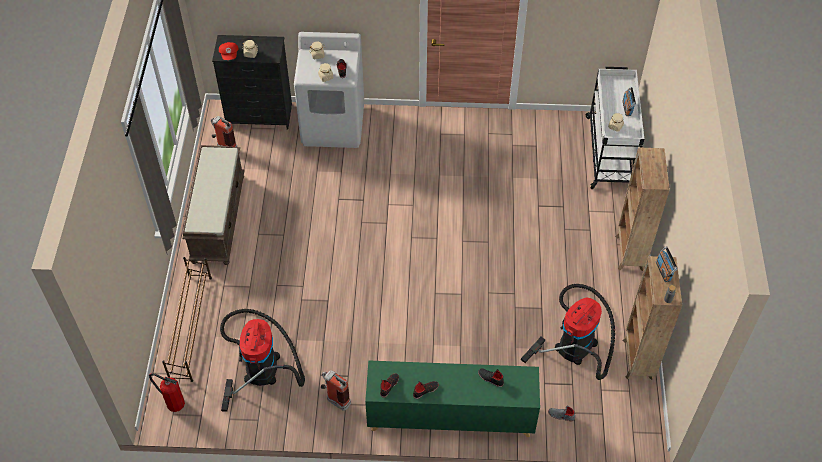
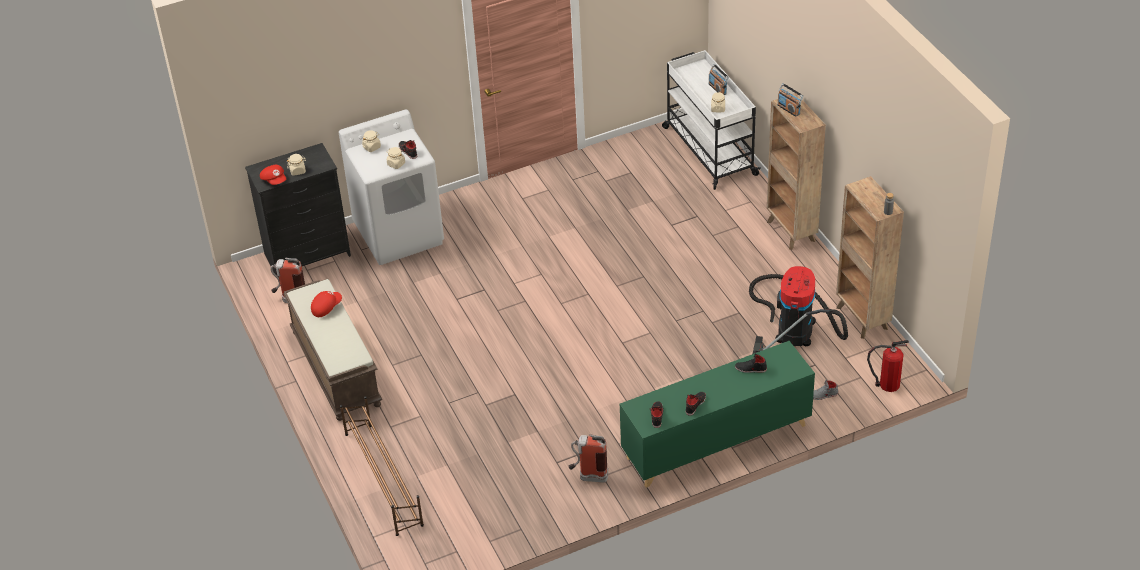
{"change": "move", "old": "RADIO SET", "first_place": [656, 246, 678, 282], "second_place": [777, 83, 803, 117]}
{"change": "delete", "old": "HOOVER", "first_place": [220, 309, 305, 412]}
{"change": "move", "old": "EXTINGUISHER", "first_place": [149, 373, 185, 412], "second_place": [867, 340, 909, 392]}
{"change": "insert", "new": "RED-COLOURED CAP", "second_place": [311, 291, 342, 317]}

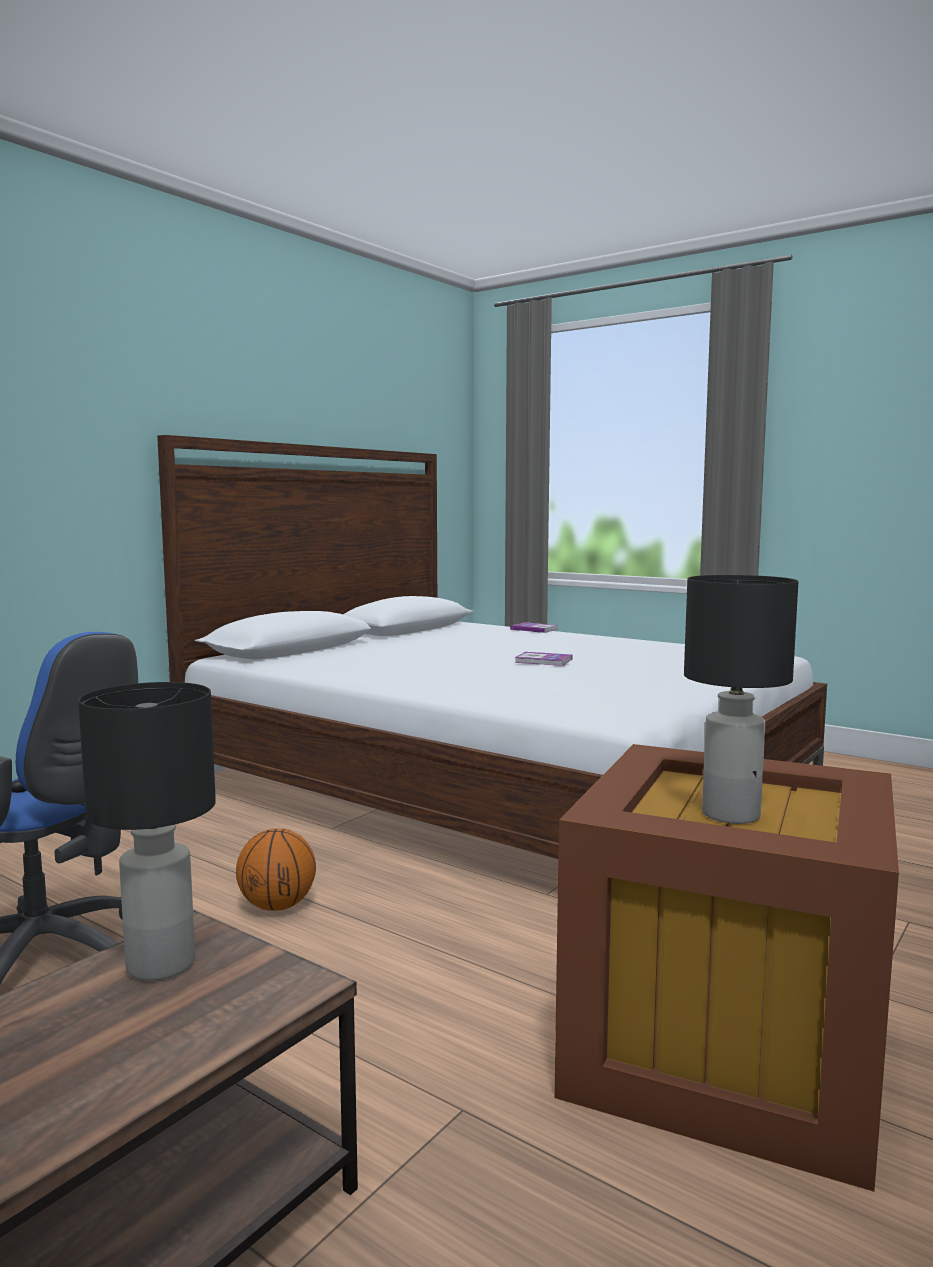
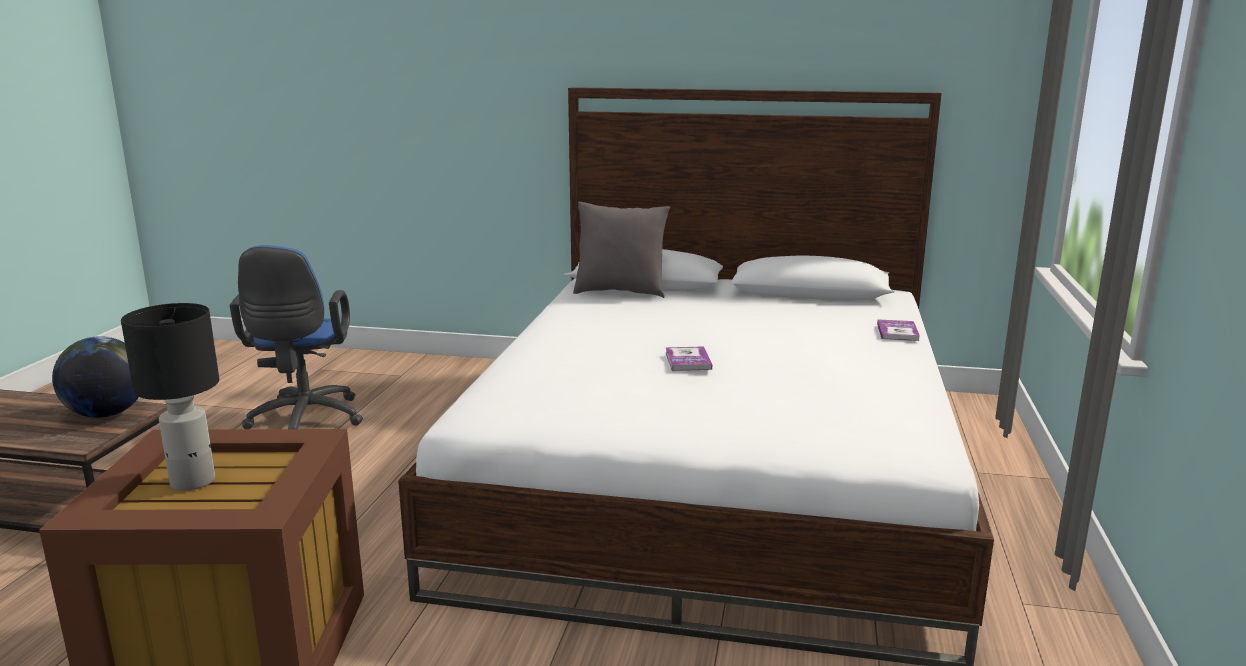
{"change": "replace", "old": "BLACK-COLOURED TABLE LAMP", "new": "GLOBE", "first_place": [78, 682, 216, 981], "second_place": [52, 336, 139, 418]}
{"change": "delete", "old": "BASKETBALL", "first_place": [236, 829, 316, 911]}
{"change": "insert", "new": "GREY CUSHION", "second_place": [573, 202, 670, 298]}

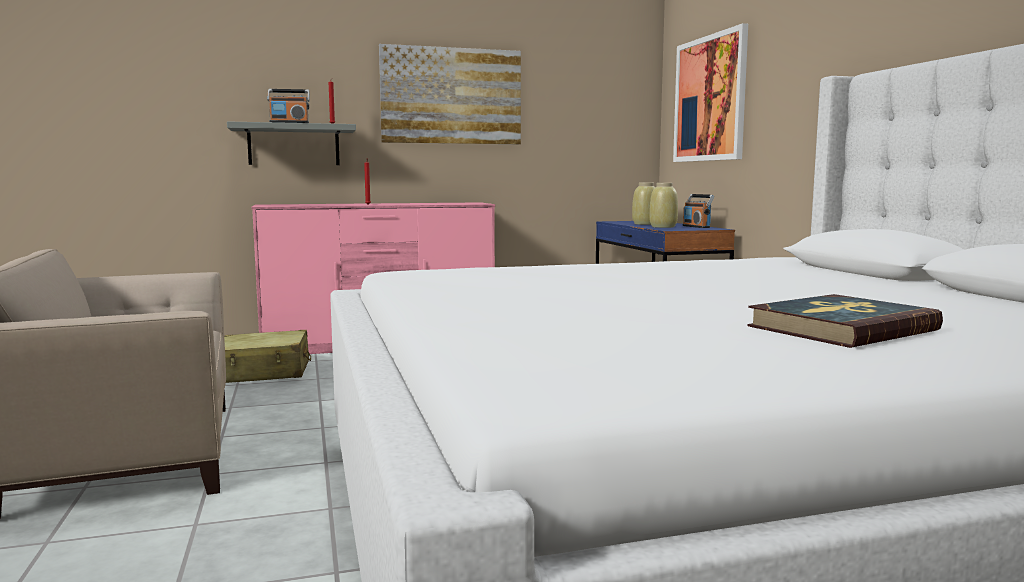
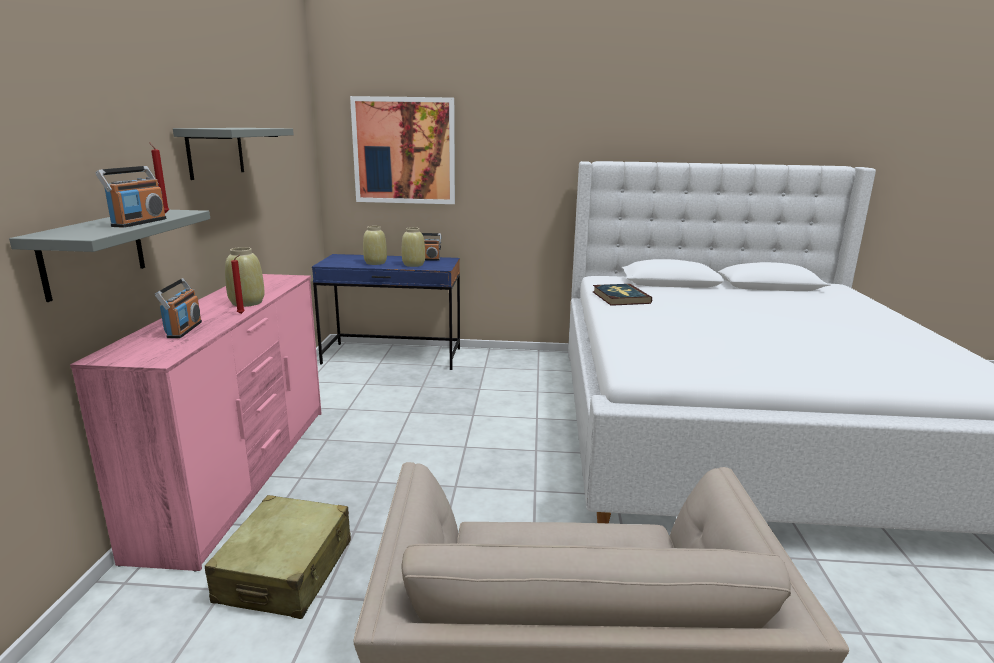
{"change": "replace", "old": "PICTURE", "new": "GREY BRACKET SHELF", "first_place": [379, 44, 521, 144], "second_place": [173, 128, 294, 180]}
{"change": "move", "old": "VOLUME", "first_place": [747, 294, 943, 348], "second_place": [593, 284, 652, 306]}
{"change": "insert", "new": "BEIGE-COLOURED VASE", "second_place": [225, 247, 265, 307]}
{"change": "insert", "new": "RADIO SET", "second_place": [155, 278, 202, 338]}

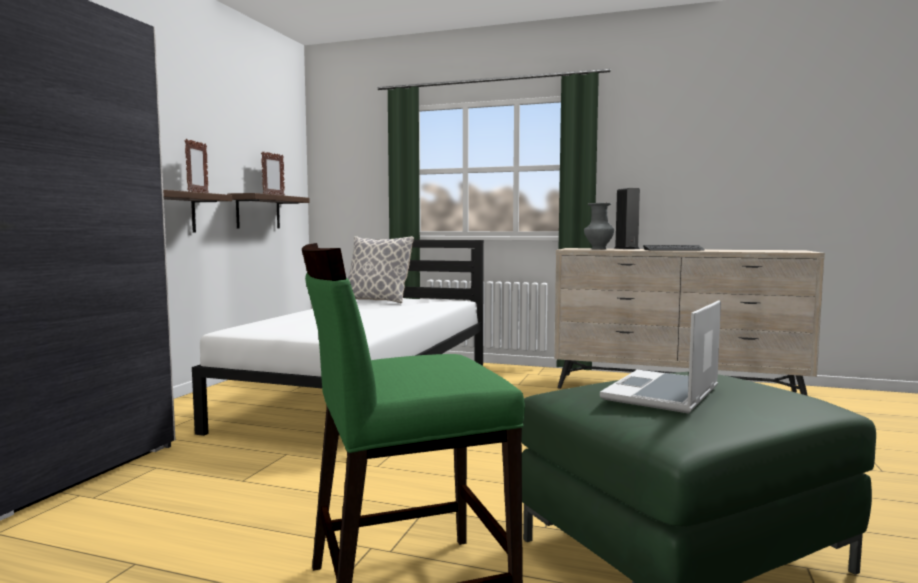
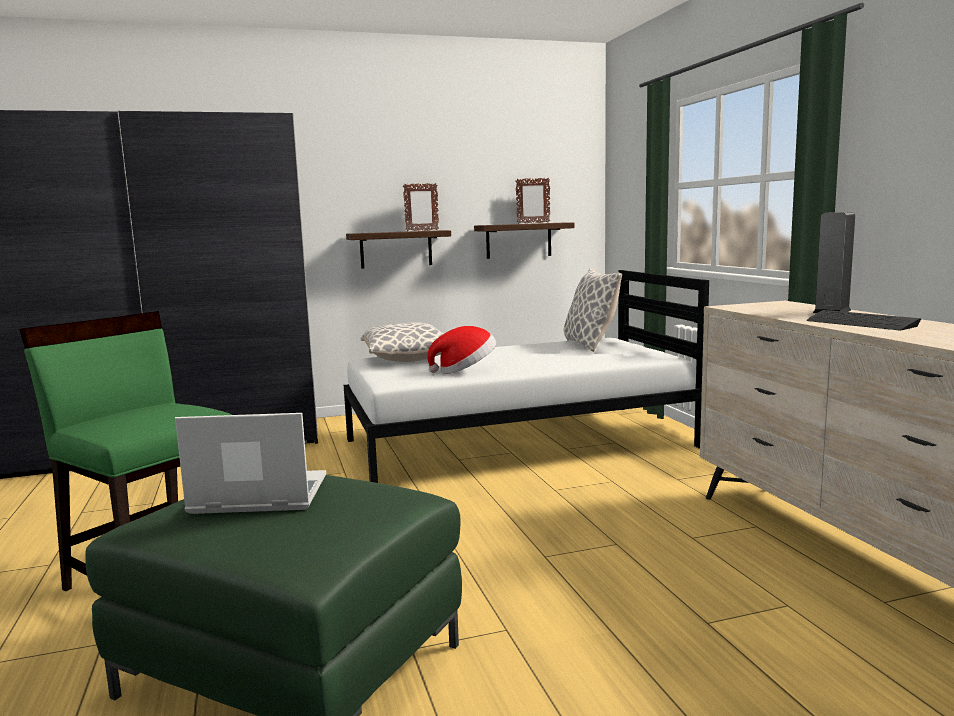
{"change": "delete", "old": "GREY VASE", "first_place": [584, 203, 614, 249]}
{"change": "insert", "new": "CUSHION", "second_place": [361, 322, 443, 362]}
{"change": "insert", "new": "CLOTHING HAT", "second_place": [427, 326, 496, 374]}

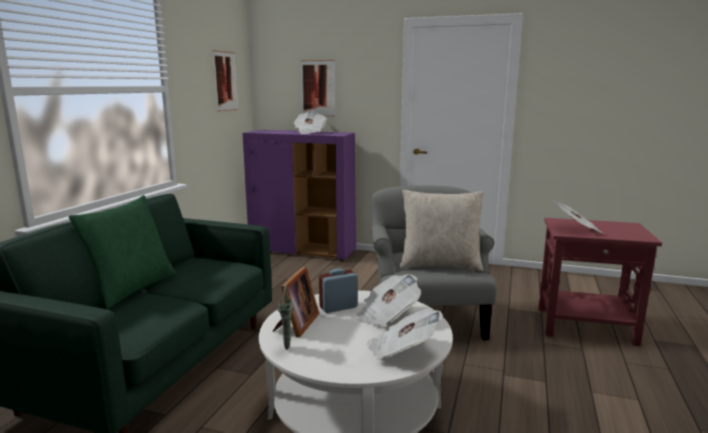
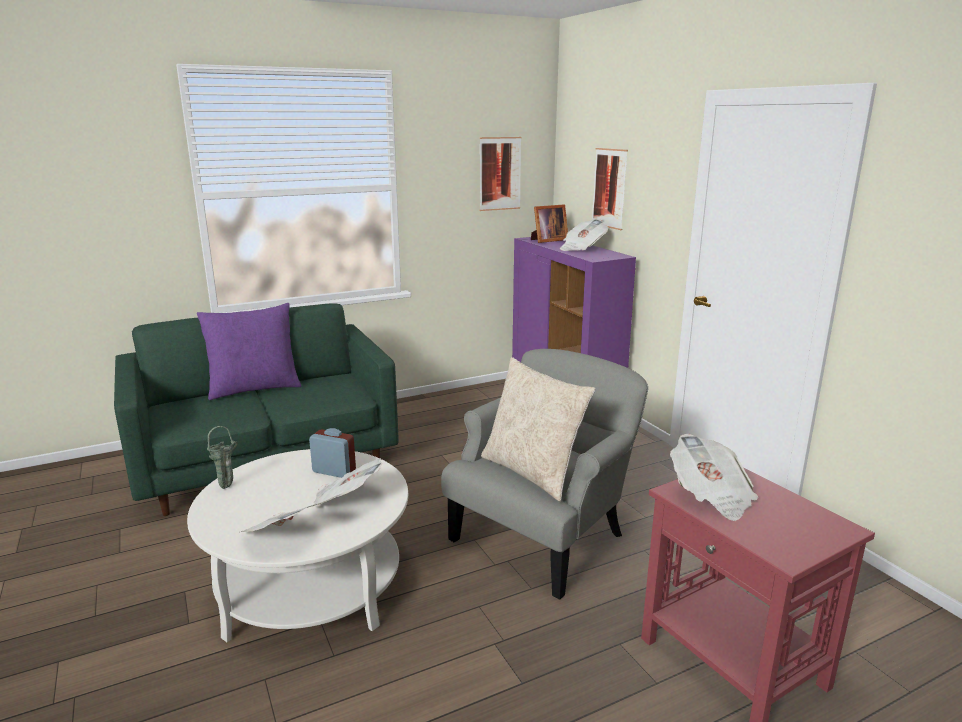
{"change": "recolor", "old": "GREENISH CUSHION", "new": "PURPLE CUSHION", "first_place": [69, 195, 177, 309], "second_place": [197, 303, 302, 400]}
{"change": "move", "old": "PICTURE FRAME", "first_place": [273, 267, 319, 338], "second_place": [531, 204, 568, 243]}

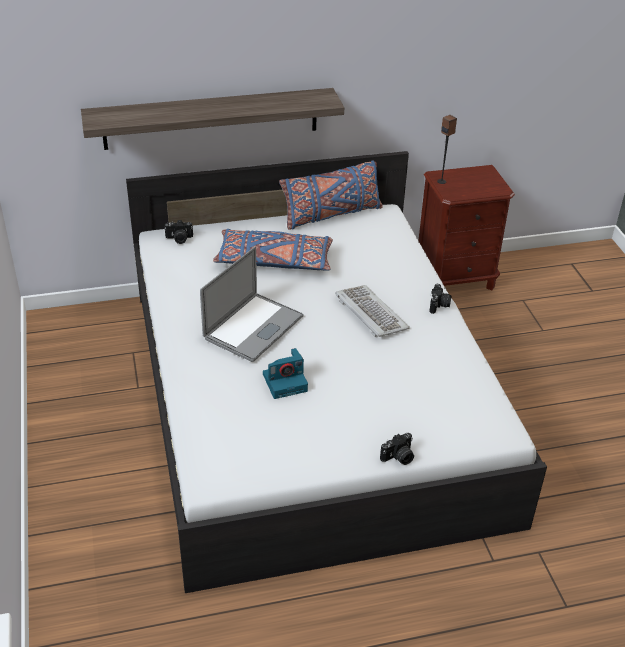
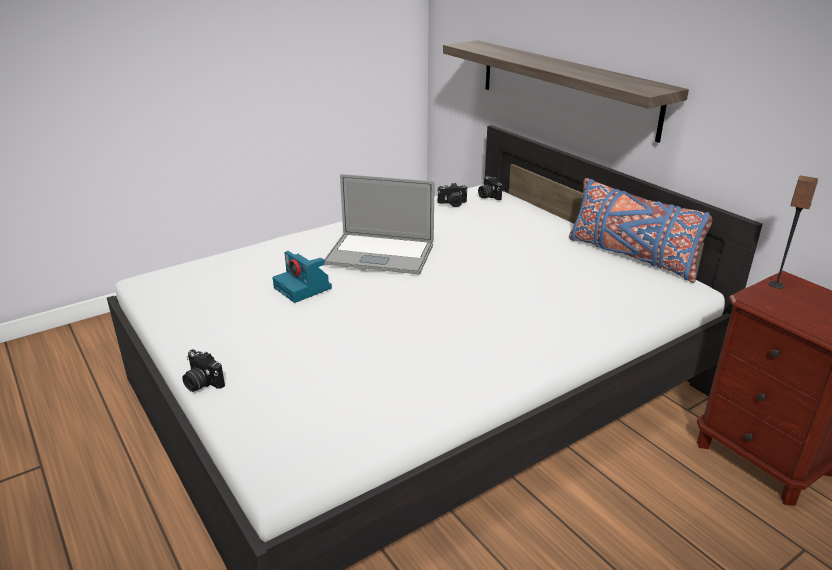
{"change": "delete", "old": "BLUISH CUSHION", "first_place": [213, 229, 333, 271]}
{"change": "move", "old": "PHOTO CAMERA", "first_place": [429, 284, 452, 314], "second_place": [438, 183, 468, 207]}
{"change": "delete", "old": "COMPUTER KEYBOARD", "first_place": [335, 285, 410, 337]}

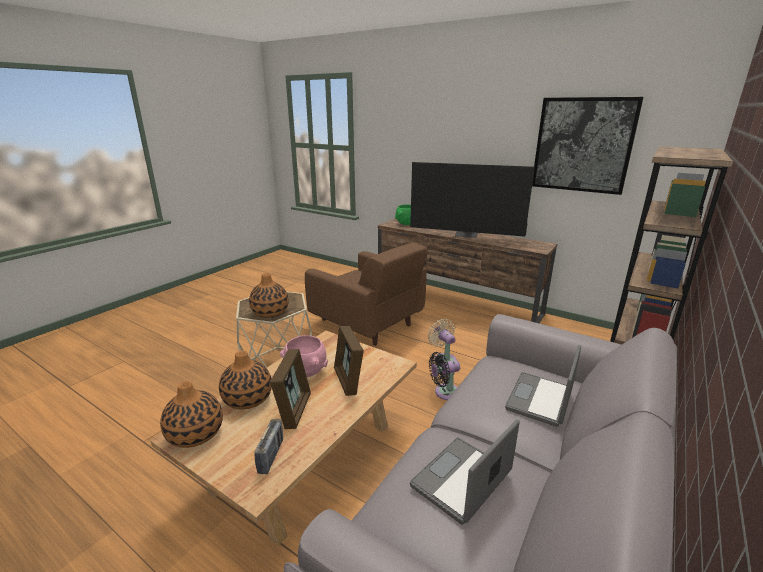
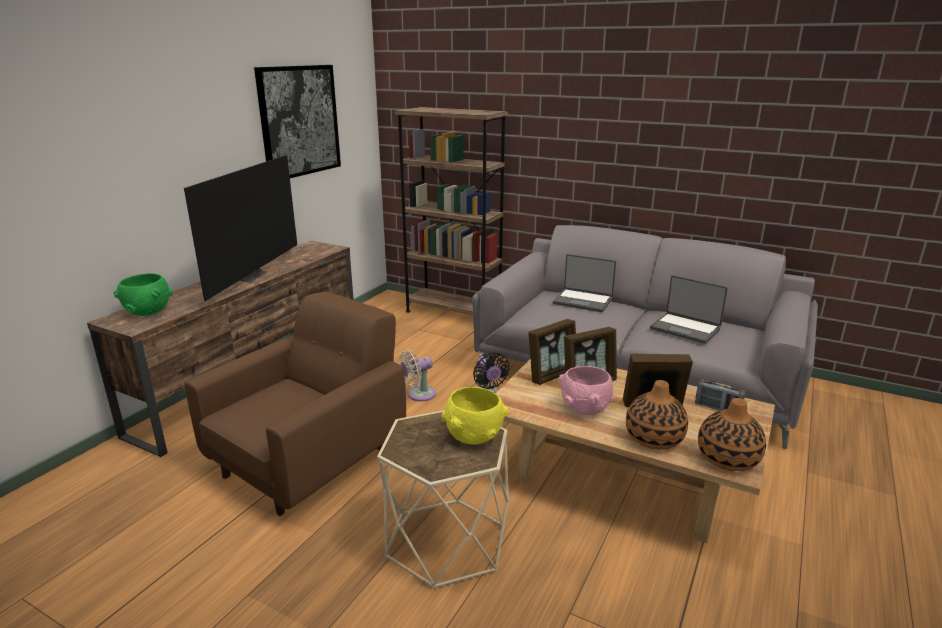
{"change": "replace", "old": "VASE", "new": "YELLOW-COLOURED SERVING BOWL", "first_place": [249, 273, 289, 317], "second_place": [442, 387, 509, 445]}
{"change": "rotate", "old": "RADIO SET", "first_place": [254, 419, 283, 474], "second_place": [695, 379, 746, 410], "degrees": -150}
{"change": "insert", "new": "PICTURE FRAME", "second_place": [528, 319, 576, 385]}

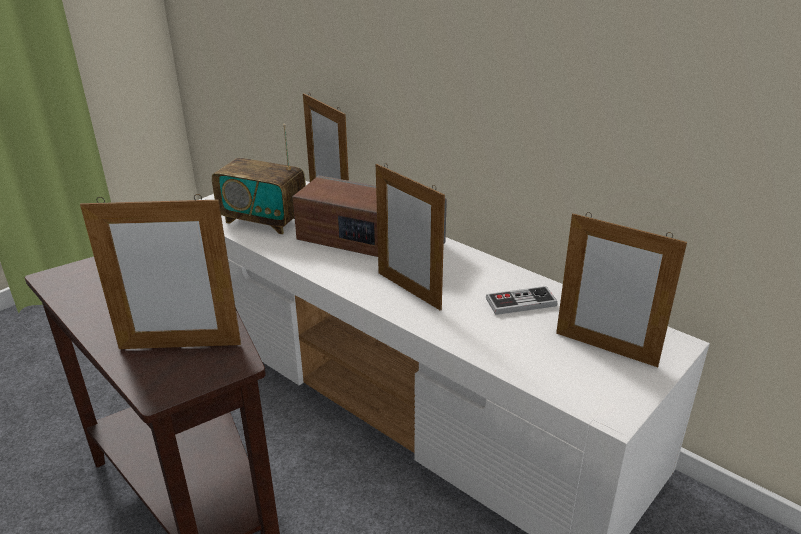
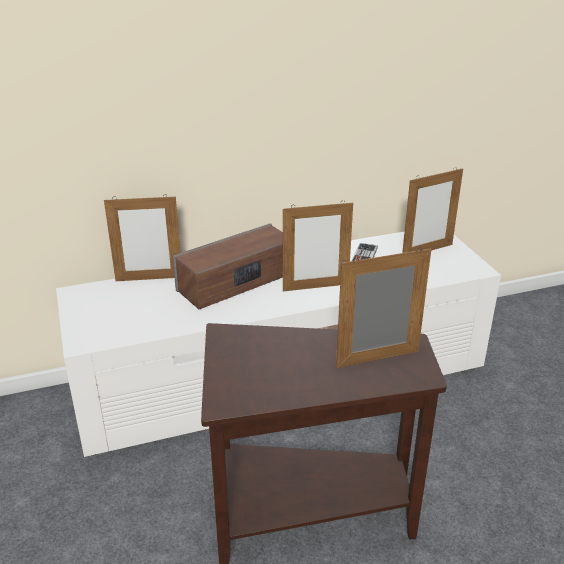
{"change": "delete", "old": "RADIO SET", "first_place": [212, 124, 306, 234]}
{"change": "rotate", "old": "PICTURE FRAME", "first_place": [80, 194, 241, 349], "second_place": [336, 247, 431, 368], "degrees": -135}

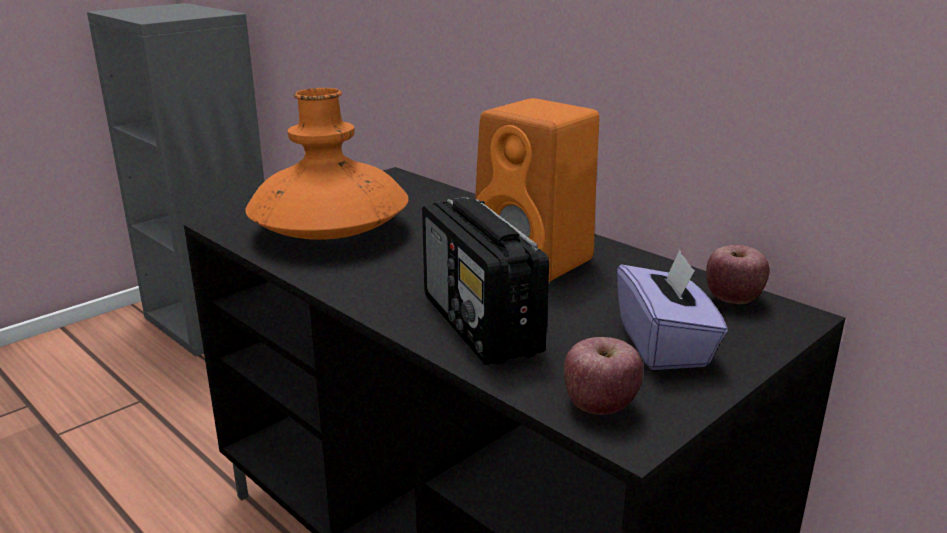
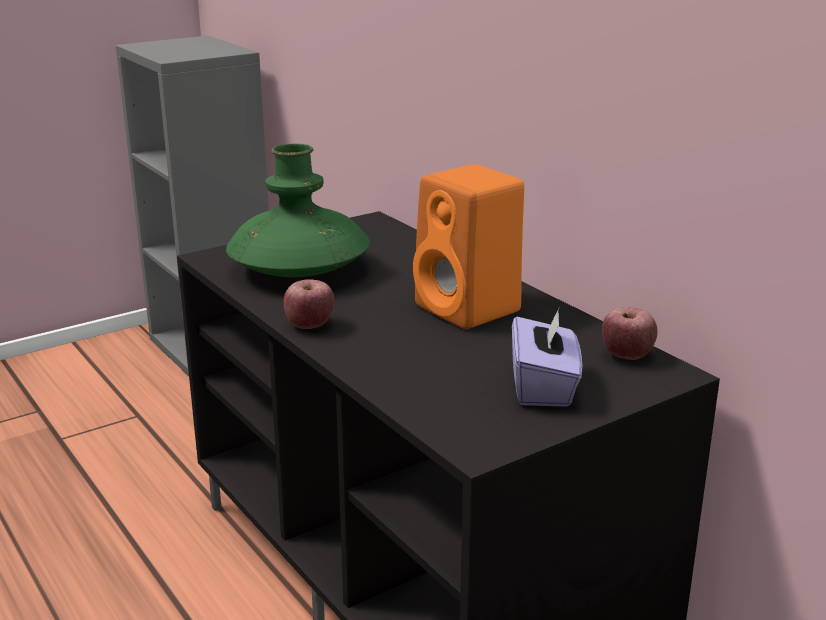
{"change": "recolor", "old": "ORANGEY VASE", "new": "GREENISH VASE", "first_place": [245, 88, 409, 240], "second_place": [226, 144, 370, 277]}
{"change": "delete", "old": "RADIO SET", "first_place": [422, 197, 549, 365]}
{"change": "move", "old": "APPLE", "first_place": [564, 337, 644, 415], "second_place": [284, 279, 334, 329]}

